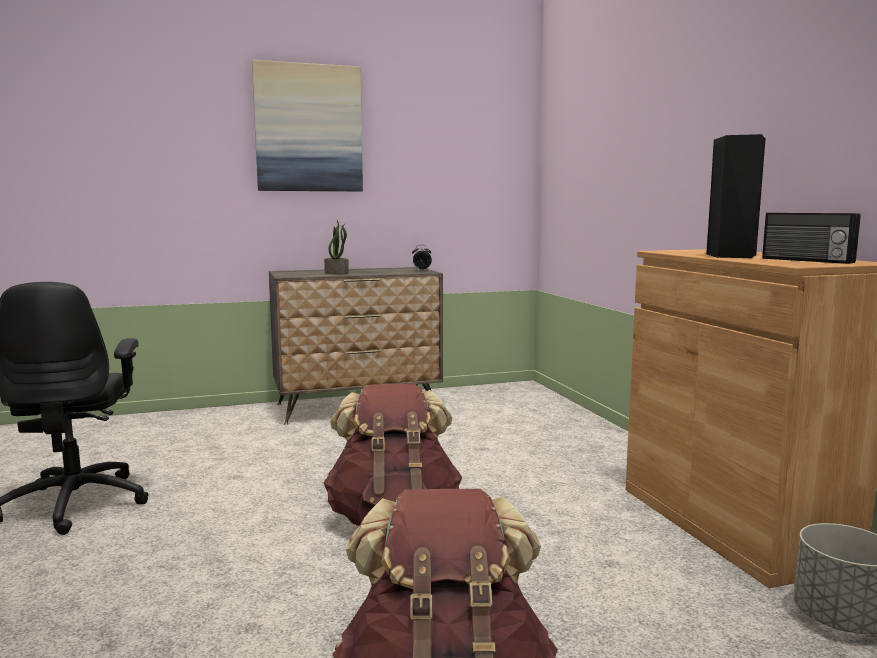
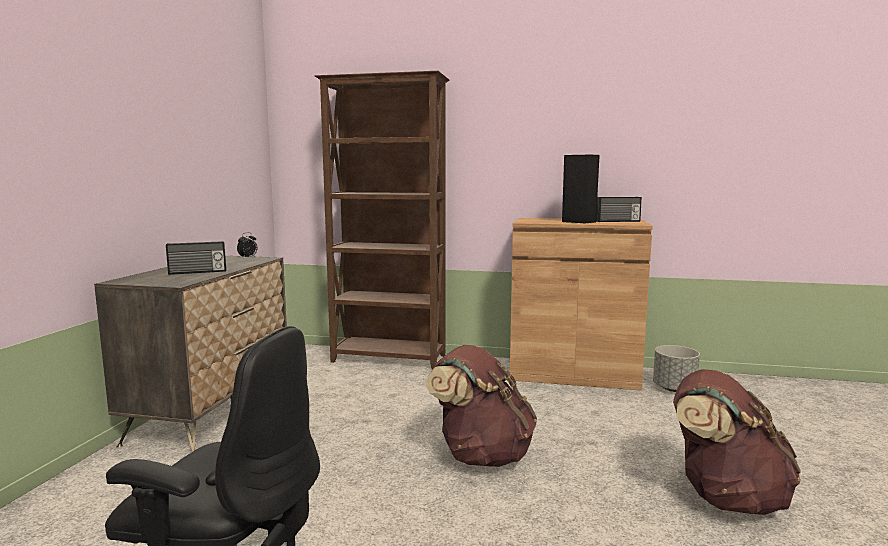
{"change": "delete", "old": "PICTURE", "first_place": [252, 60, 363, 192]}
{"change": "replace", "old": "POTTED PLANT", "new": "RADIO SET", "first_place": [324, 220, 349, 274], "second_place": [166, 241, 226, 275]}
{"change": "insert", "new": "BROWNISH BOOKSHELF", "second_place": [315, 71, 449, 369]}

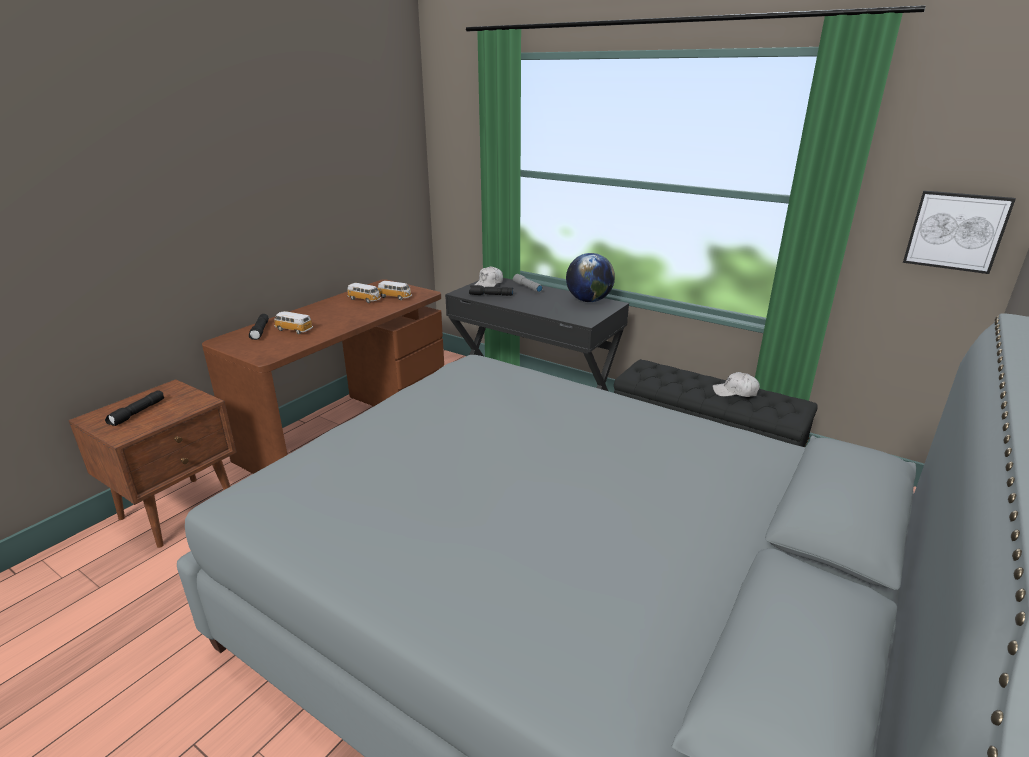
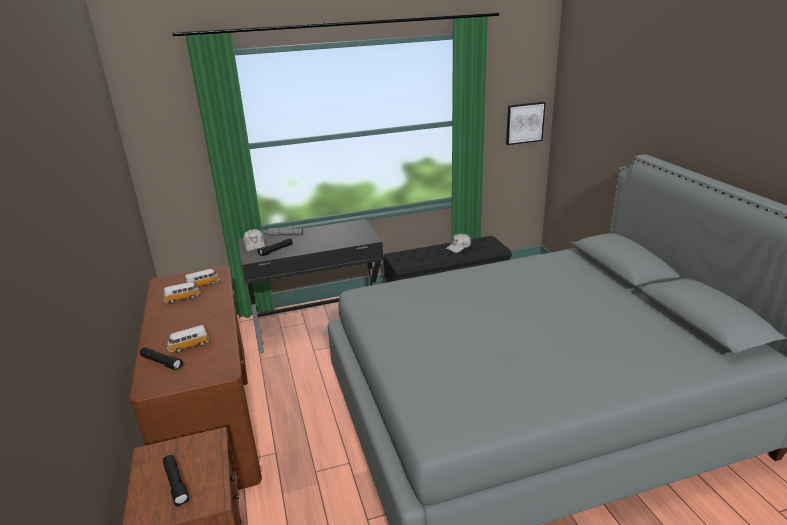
{"change": "delete", "old": "GLOBE", "first_place": [566, 253, 615, 302]}

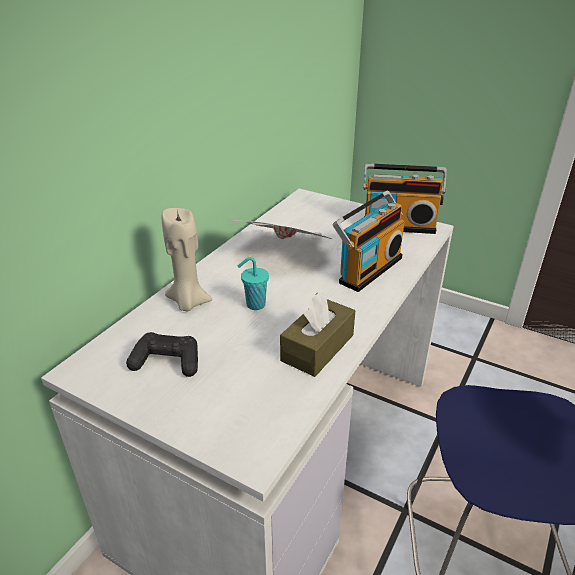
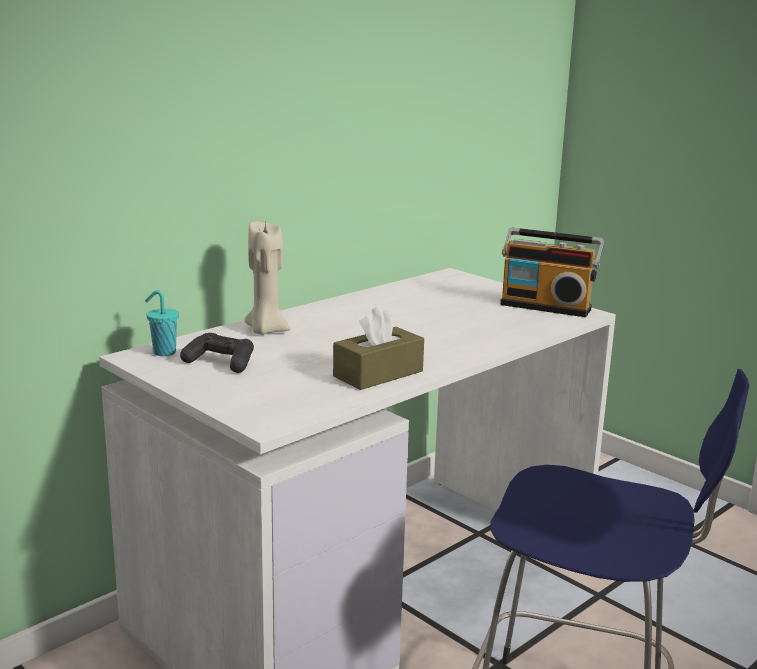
{"change": "delete", "old": "RADIO SET", "first_place": [333, 191, 404, 292]}
{"change": "delete", "old": "DAILY PAPER", "first_place": [230, 219, 331, 239]}
{"change": "move", "old": "BLUE-GREEN SMALL CUP", "first_place": [238, 257, 269, 310], "second_place": [145, 290, 179, 356]}

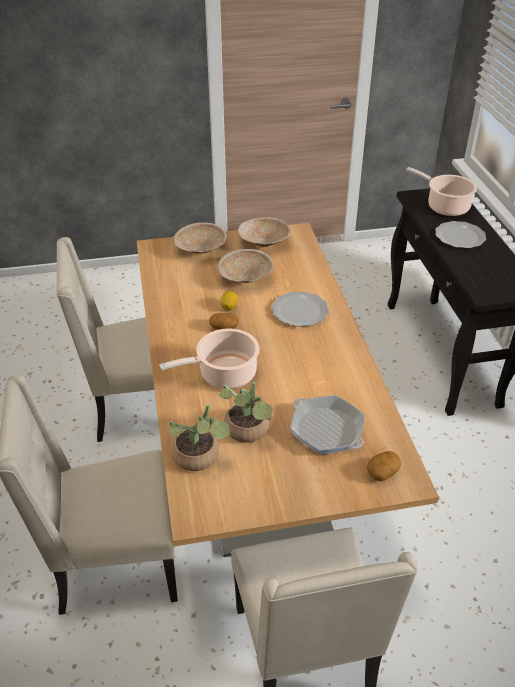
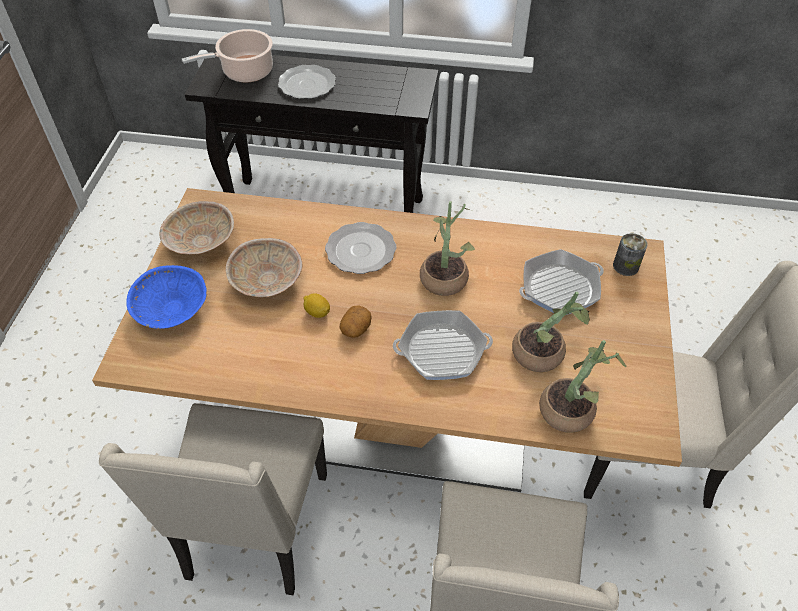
{"change": "recolor", "old": "BEIGE-COLOURED SERVING BOWL", "new": "BLUISH SERVING BOWL", "first_place": [173, 222, 227, 254], "second_place": [127, 265, 207, 329]}
{"change": "replace", "old": "COOKING POT", "new": "FRYING PAN", "first_place": [159, 329, 259, 389], "second_place": [393, 310, 493, 380]}
{"change": "replace", "old": "POTATO", "new": "CAN", "first_place": [367, 451, 401, 481], "second_place": [613, 233, 648, 276]}
{"change": "insert", "new": "POTTED PLANT", "second_place": [420, 201, 475, 296]}

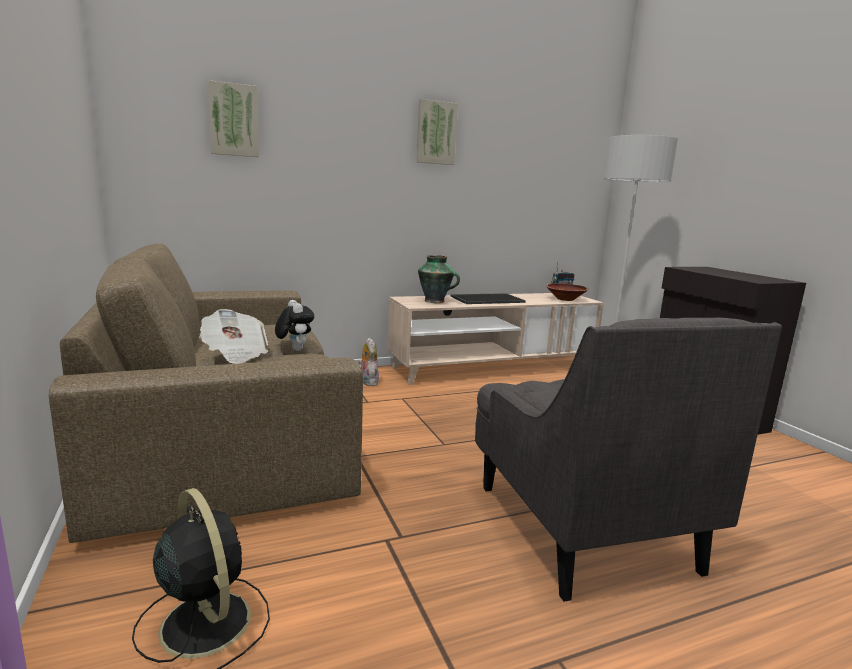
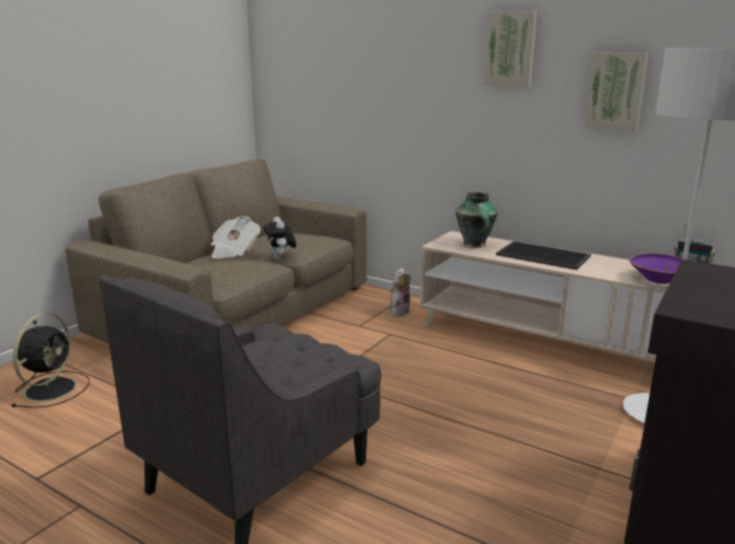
{"change": "move", "old": "PICTURE", "first_place": [208, 80, 259, 157], "second_place": [585, 52, 648, 131]}
{"change": "recolor", "old": "BROWNISH SERVING BOWL", "new": "PURPLE SERVING BOWL", "first_place": [546, 283, 588, 301], "second_place": [629, 253, 682, 284]}
{"change": "rotate", "old": "CUDDLY TOY", "first_place": [275, 300, 314, 351], "second_place": [264, 217, 296, 260], "degrees": 135}

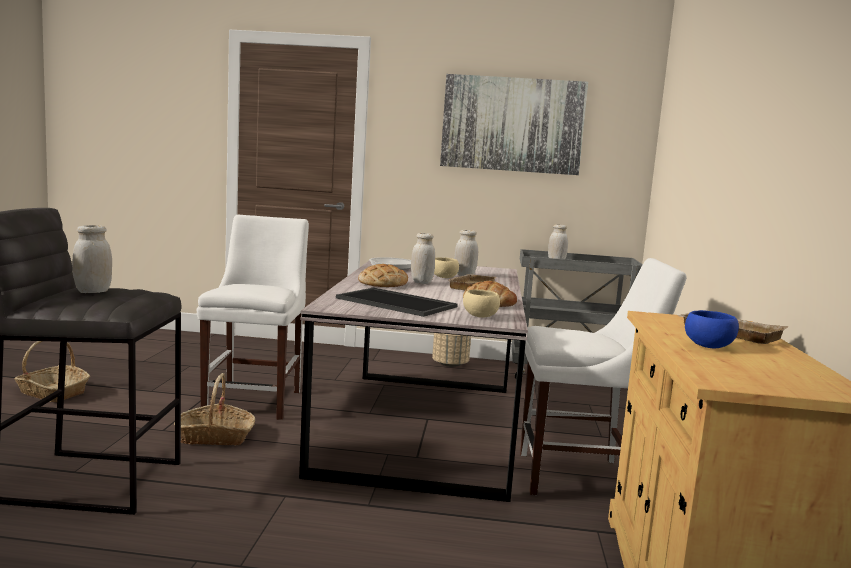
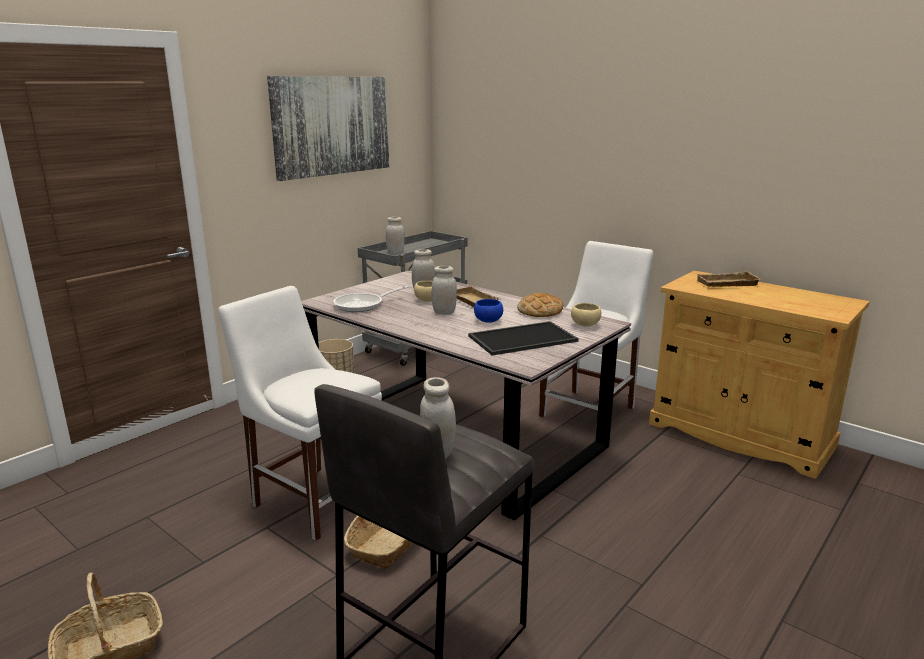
{"change": "delete", "old": "BAKERY BREAD", "first_place": [358, 264, 408, 287]}
{"change": "move", "old": "BLUISH SERVING BOWL", "first_place": [685, 310, 739, 348], "second_place": [474, 299, 503, 323]}

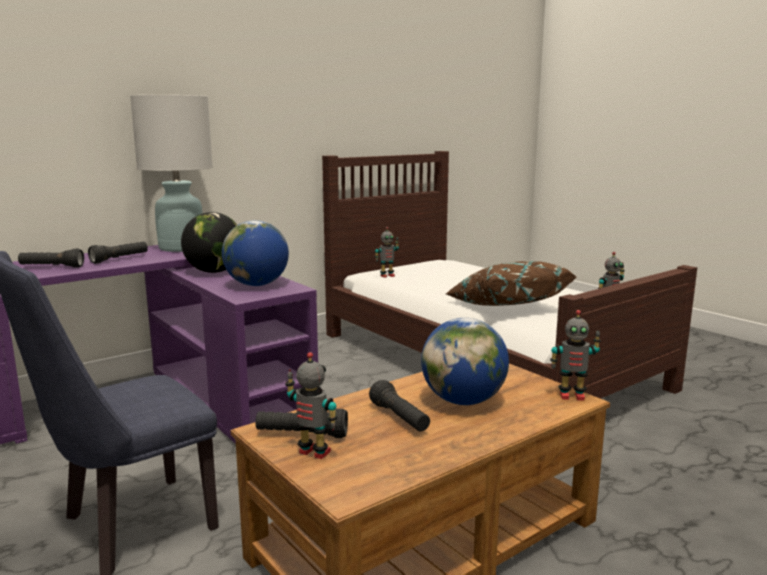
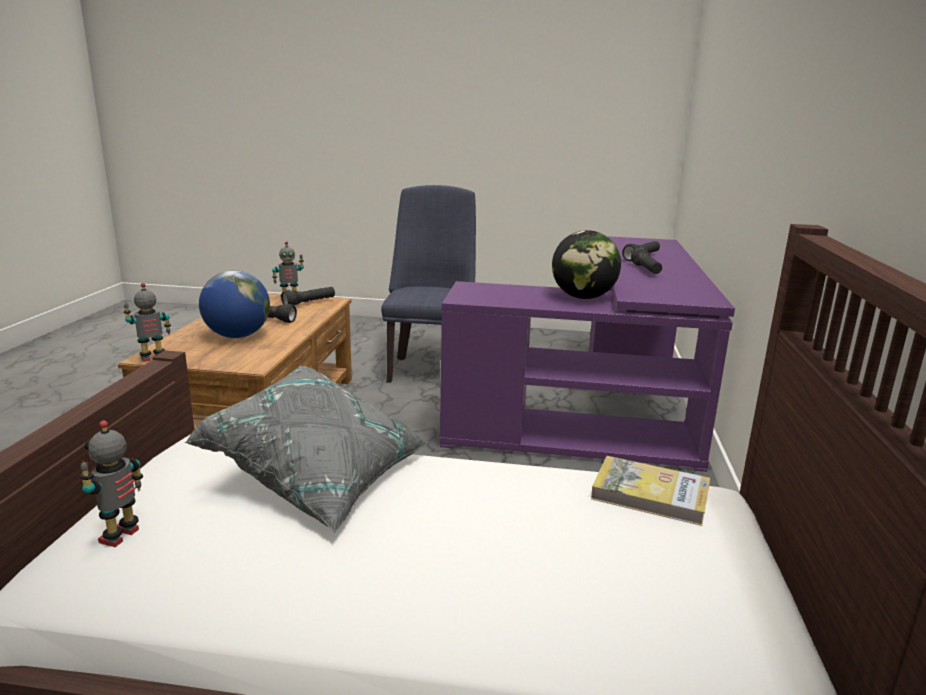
{"change": "delete", "old": "WHITE-COLOURED TABLE LAMP", "first_place": [130, 95, 213, 252]}
{"change": "delete", "old": "GLOBE", "first_place": [222, 220, 289, 286]}
{"change": "replace", "old": "MODEL ROBOT", "new": "VOLUME", "first_place": [375, 227, 399, 278], "second_place": [591, 456, 710, 526]}
{"change": "recolor", "old": "BROWNISH CUSHION", "new": "GREY CUSHION", "first_place": [446, 261, 576, 306], "second_place": [185, 366, 428, 533]}

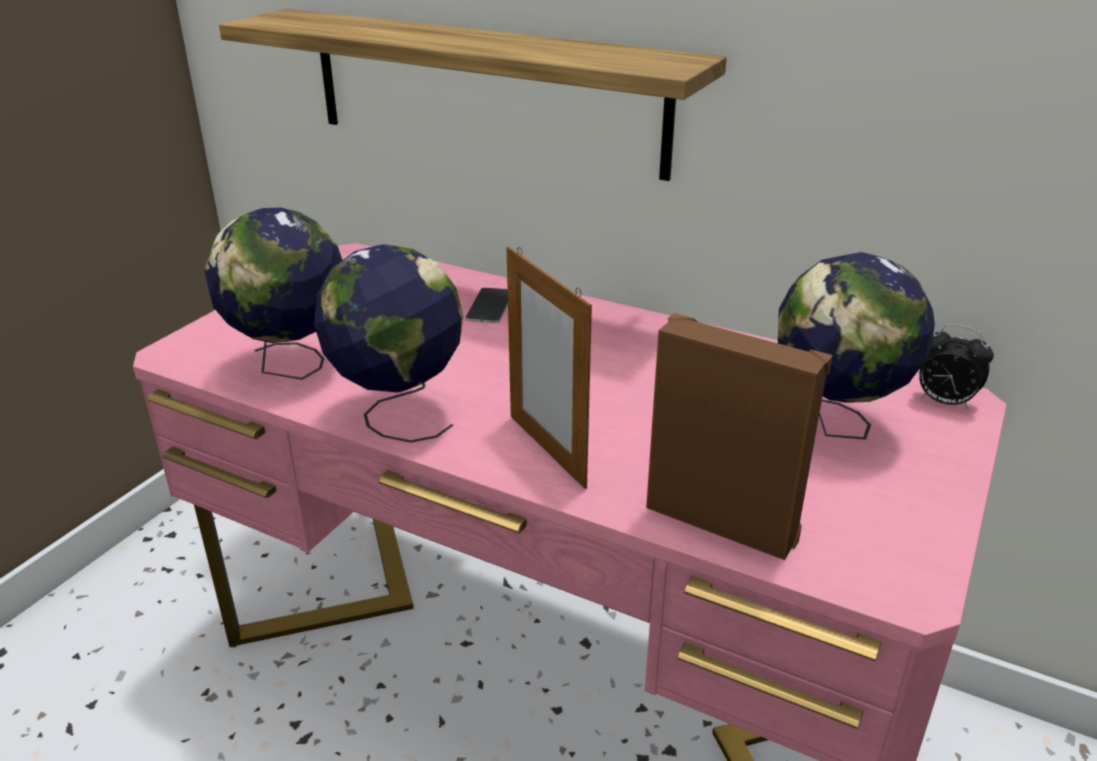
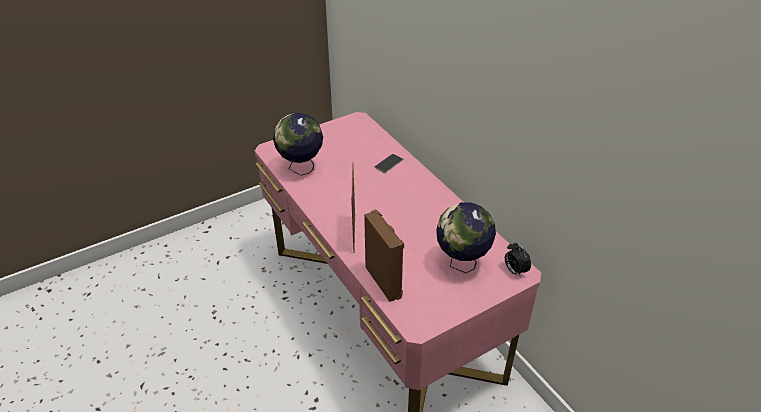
{"change": "delete", "old": "BRACKET SHELF", "first_place": [219, 9, 727, 181]}
{"change": "delete", "old": "GLOBE", "first_place": [314, 244, 463, 443]}

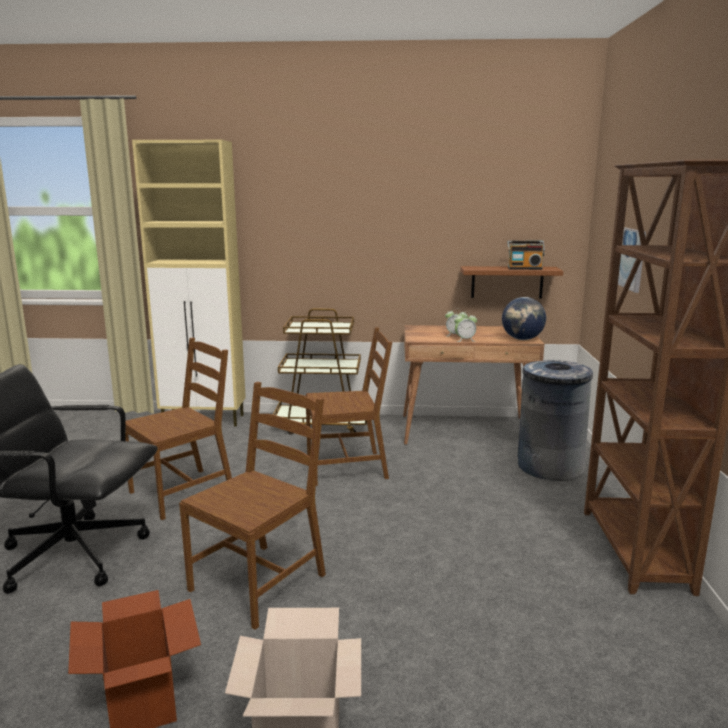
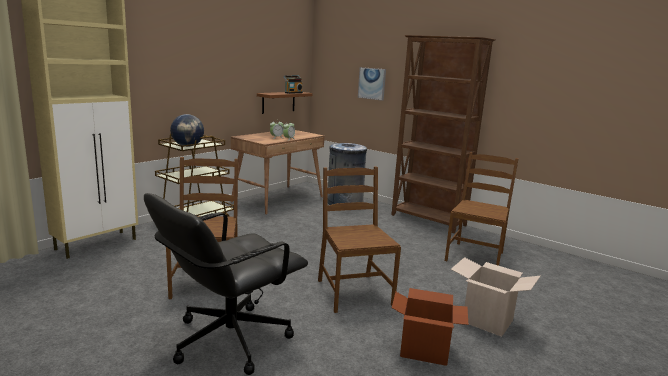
{"change": "move", "old": "GLOBE", "first_place": [502, 297, 546, 340], "second_place": [170, 114, 204, 147]}
{"change": "move", "old": "BROWNISH CHAIR", "first_place": [306, 327, 392, 486], "second_place": [445, 152, 519, 266]}

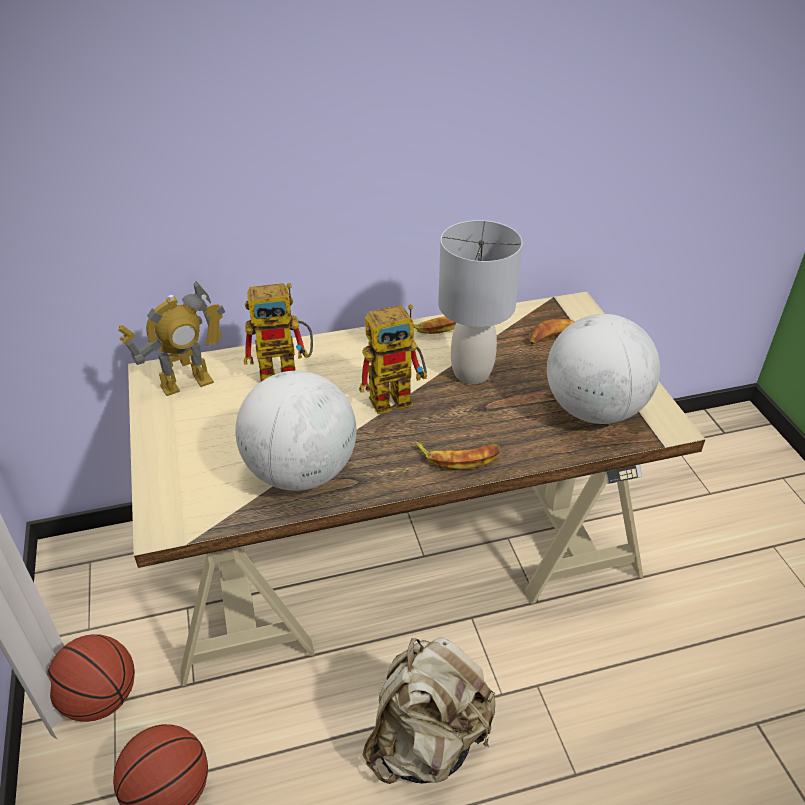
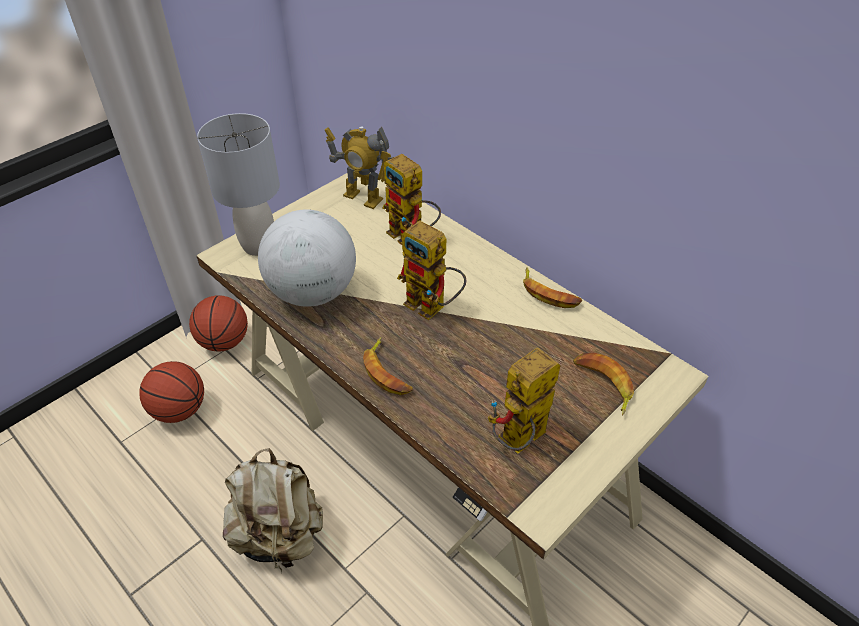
{"change": "move", "old": "GREY TABLE LAMP", "first_place": [438, 220, 523, 384], "second_place": [197, 113, 280, 256]}
{"change": "replace", "old": "GLOBE", "new": "MODEL ROBOT", "first_place": [547, 314, 660, 424], "second_place": [488, 347, 561, 454]}

